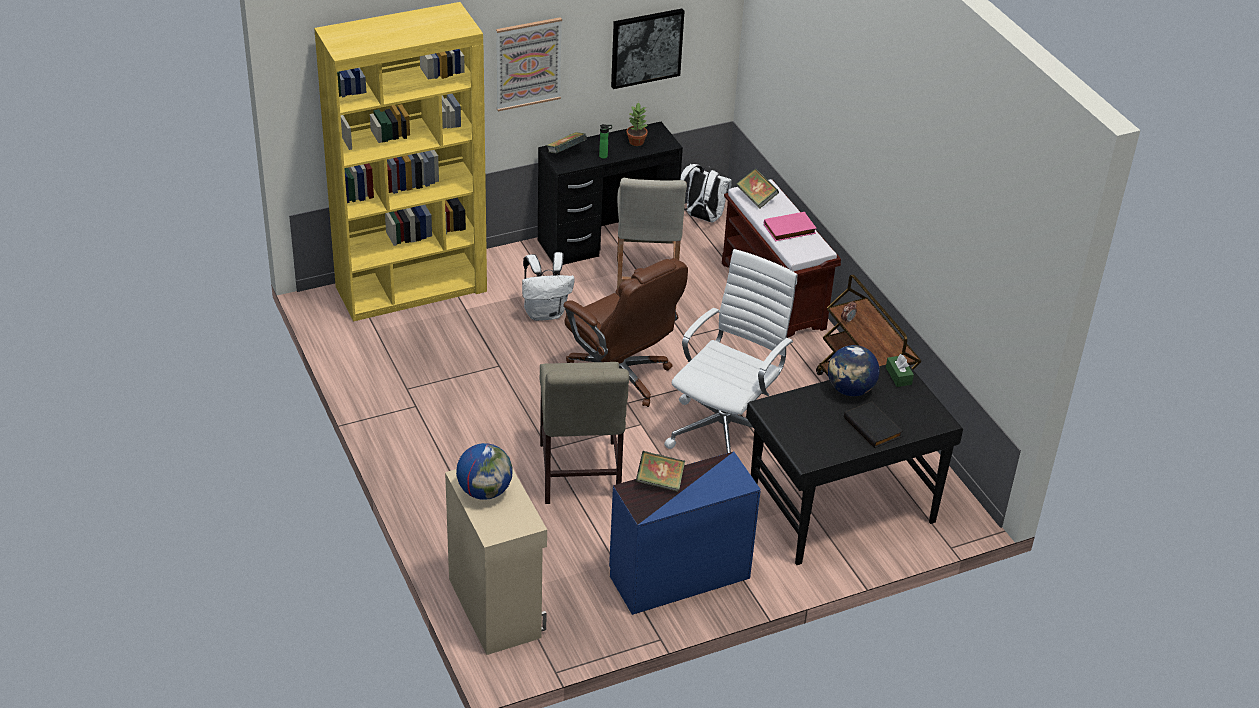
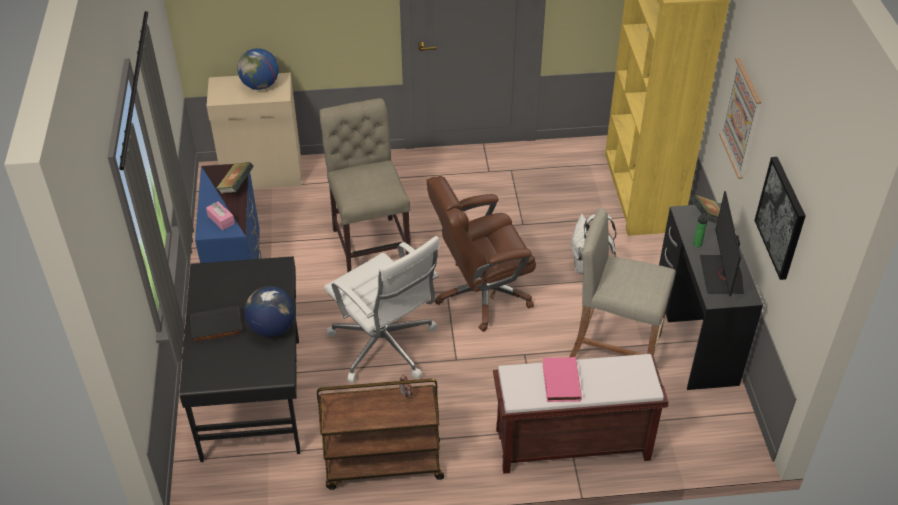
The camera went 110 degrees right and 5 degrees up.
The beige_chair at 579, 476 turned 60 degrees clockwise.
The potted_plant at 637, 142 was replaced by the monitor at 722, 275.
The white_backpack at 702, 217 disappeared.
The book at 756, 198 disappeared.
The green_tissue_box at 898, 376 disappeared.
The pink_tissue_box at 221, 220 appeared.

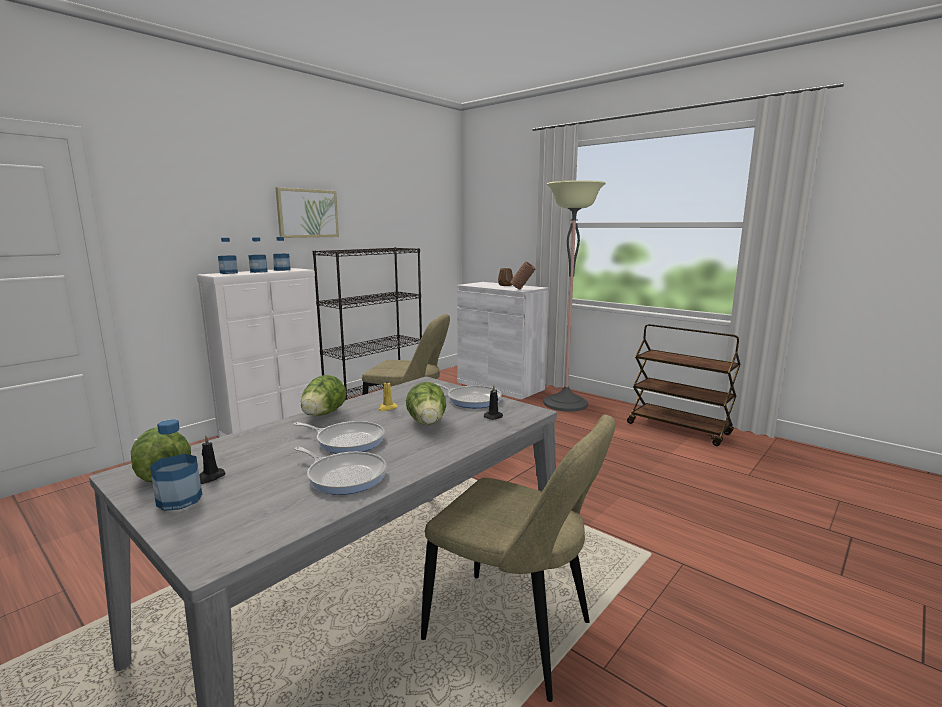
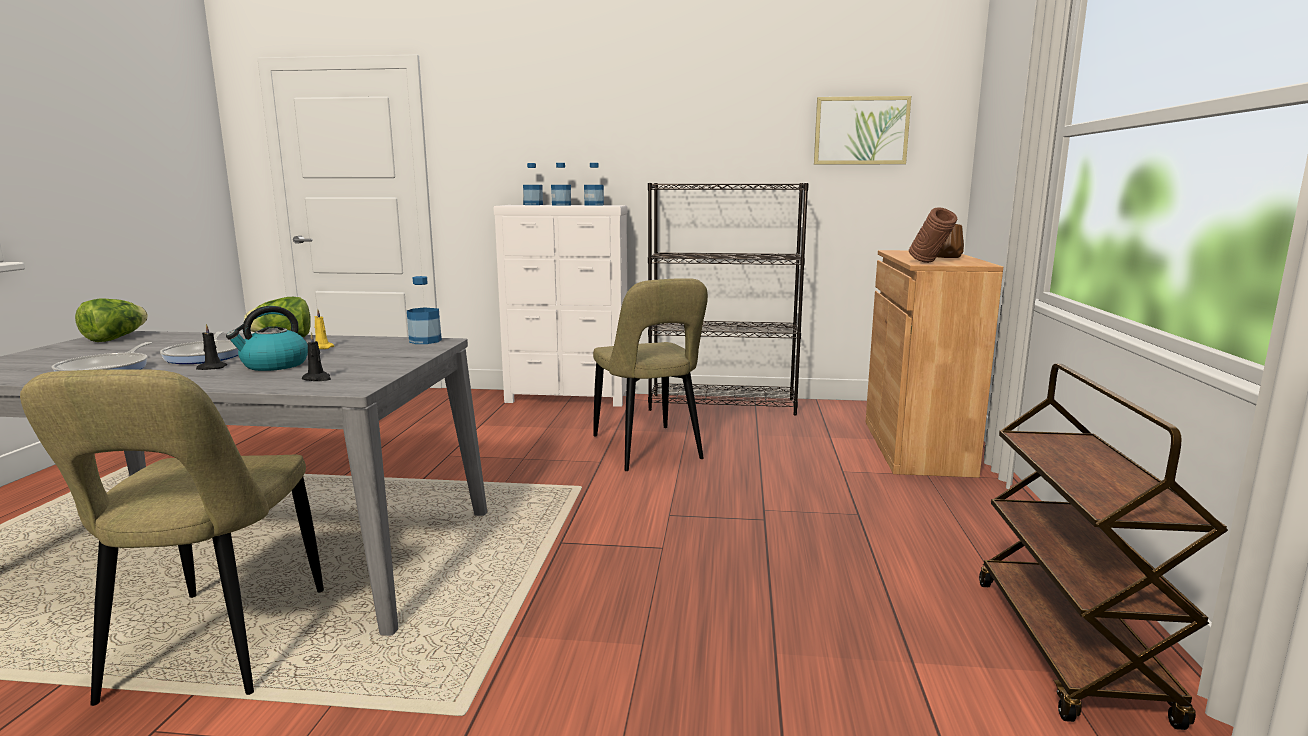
The camera went 55 degrees right and 0 degrees up.
The bottle moved from 179, 500 to 425, 341.
The black_candle moved from 210, 477 to 211, 368.
The picture moved from 307, 213 to 861, 131.
The lettuce at 427, 424 was replaced by the kettle at 274, 365.
The frying_pan at 471, 399 disappeared.
The white_cabinet at 500, 386 became the brown_cabinet at 916, 447.
The floor_lamp at 565, 403 disappeared.

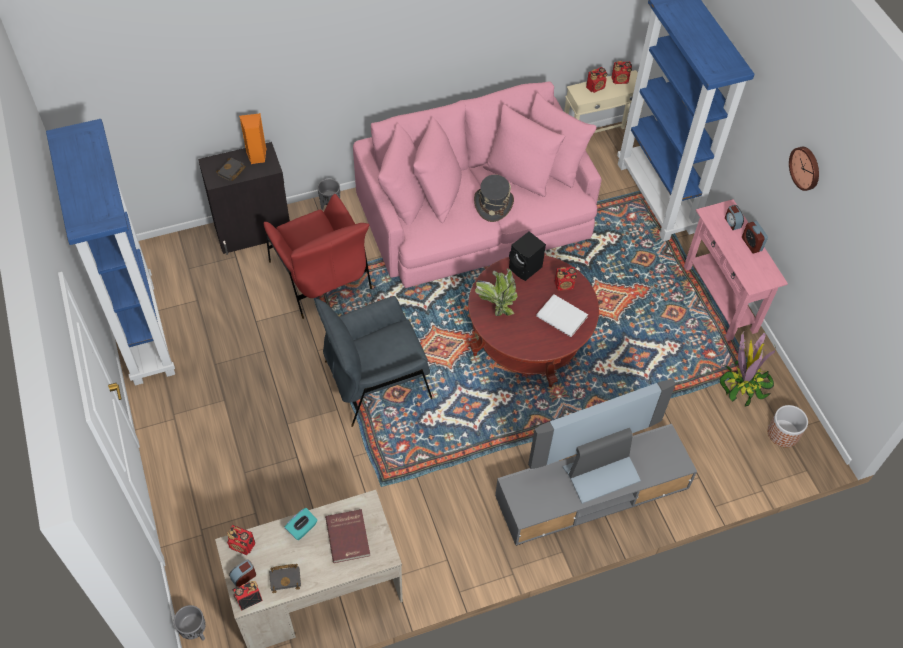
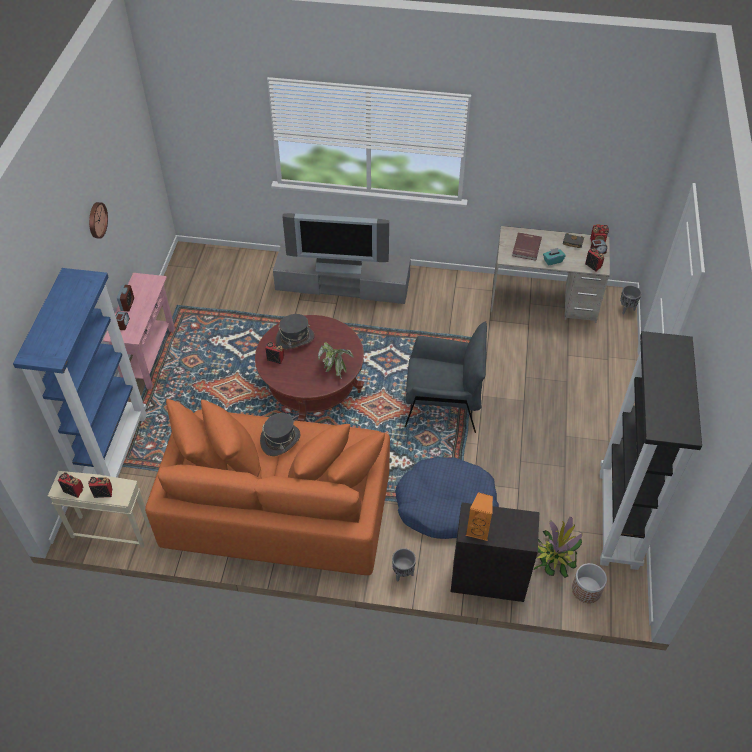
The camera went 150 degrees left and 5 degrees down.
The blue_bookcase at 142, 331 became the black_bookcase at 619, 519.
The black_book at 231, 172 disappeared.
The red_armchair at 320, 276 was replaced by the blue_dog_bed at 446, 505.
The pink_sofa at 476, 216 became the orange_sofa at 278, 505.
The black_speaker at 526, 268 disappeared.
The white_book at 562, 316 was replaced by the grey_hat at 295, 339.
The potted_plant moved from 743, 383 to 554, 556.
The planter moved from 783, 433 to 586, 589.

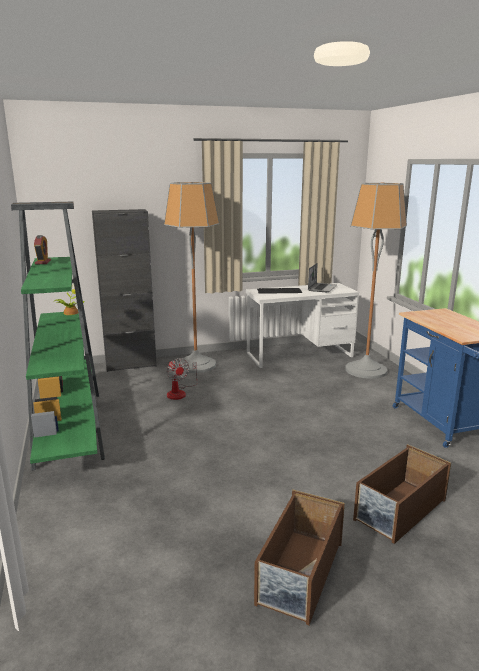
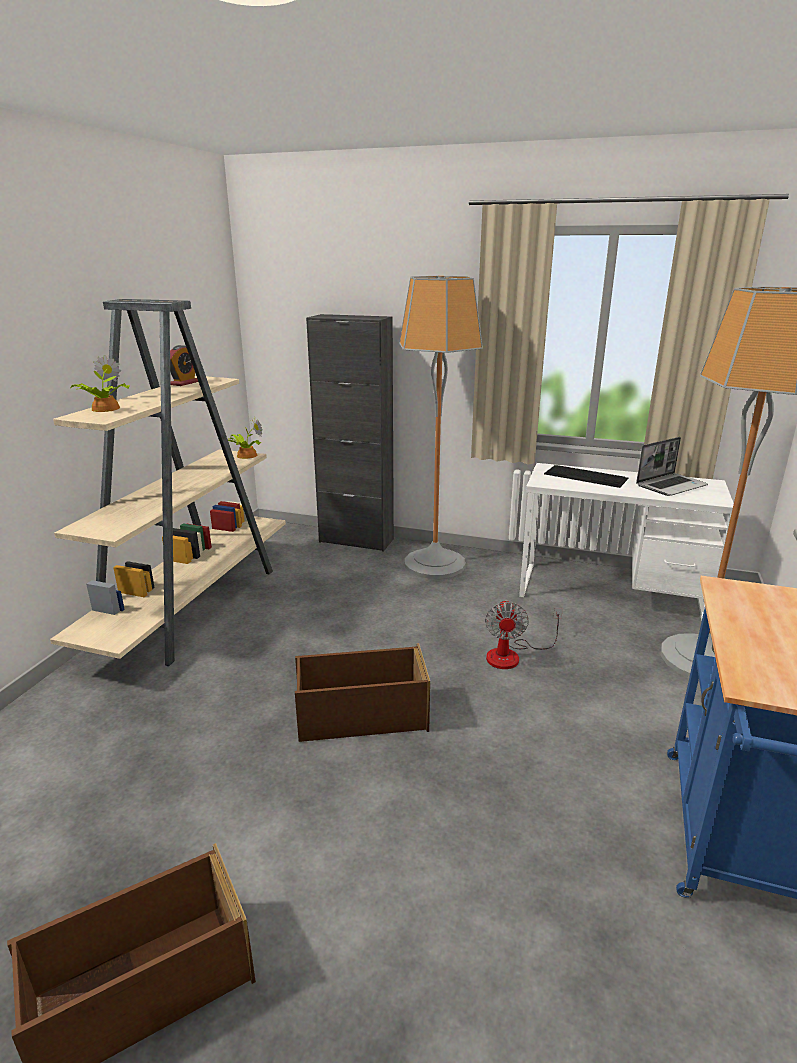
The camera went 35 degrees right and 5 degrees up.
The green_bookcase at 69, 426 became the beige_bookcase at 193, 605.
The fan moved from 180, 392 to 512, 655.
The brown_storage_box moved from 399, 510 to 360, 716.
The potted_plant at 104, 409 appeared.

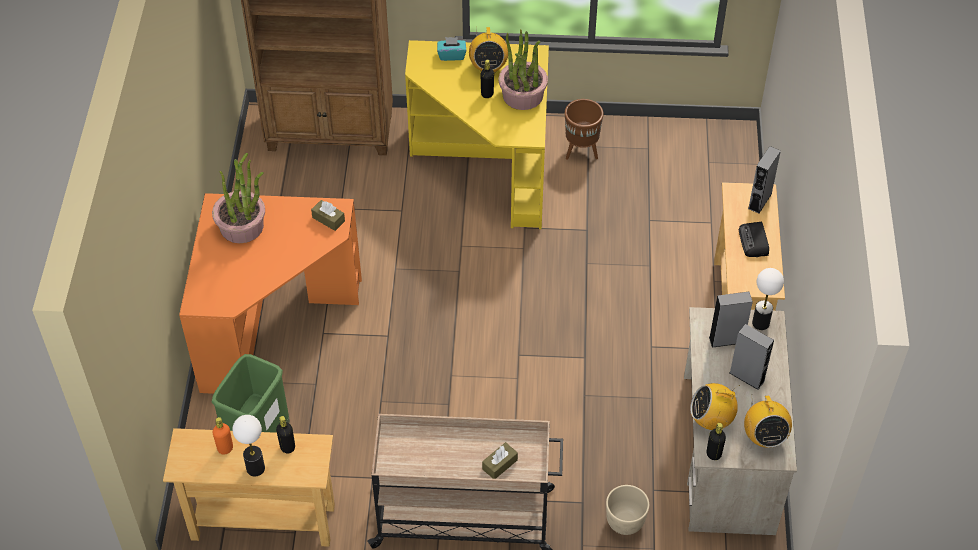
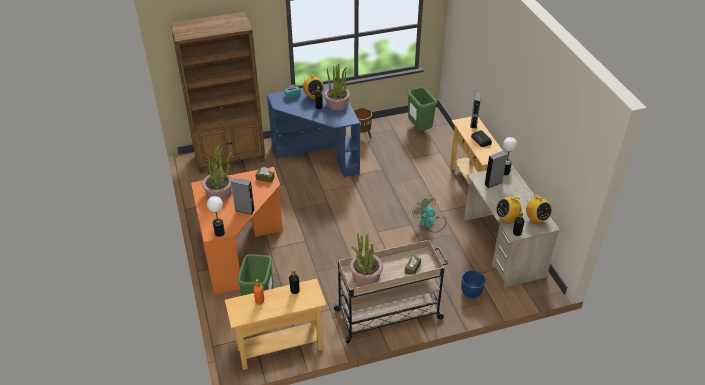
The camera went 20 degrees left and 10 degrees down.
The table_lamp moved from 255, 468 to 219, 233.
The yellow_desk at 486, 167 became the blue_desk at 318, 155.
The beige_planter at 625, 522 became the blue_planter at 471, 292.
The grey_speaker moved from 747, 377 to 244, 210.
The potted_plant at 365, 276 appeared.
The green_trash_can at 419, 129 appeared.
The fan at 430, 222 appeared.

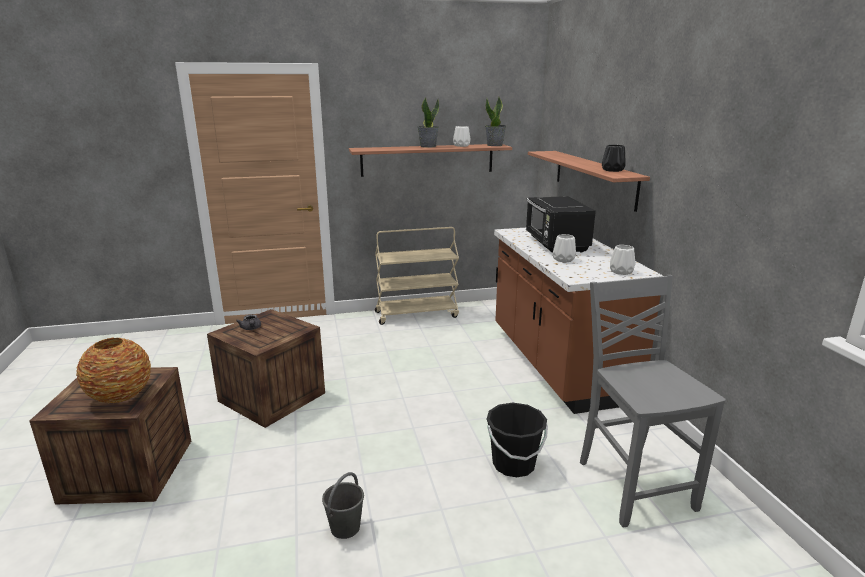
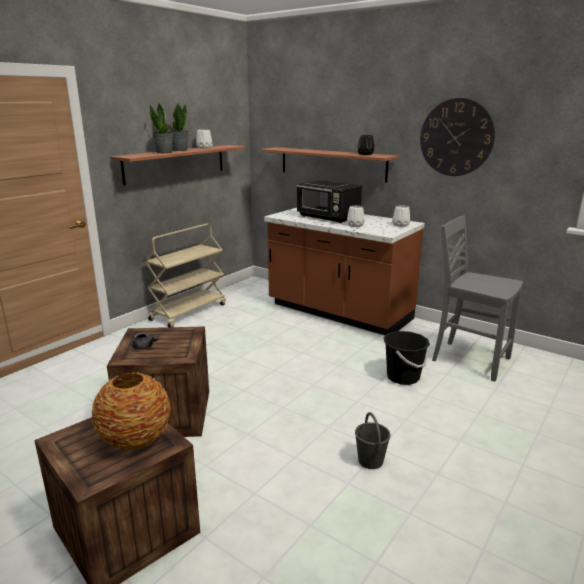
The camera went 40 degrees left and 0 degrees up.
The potted_plant moved from 495, 145 to 164, 152.
The wall_clock at 456, 137 appeared.

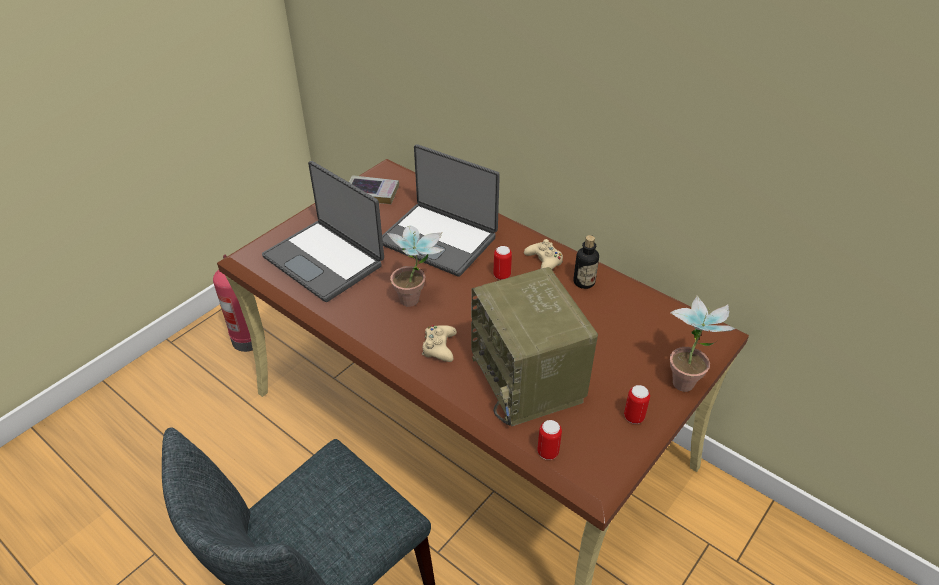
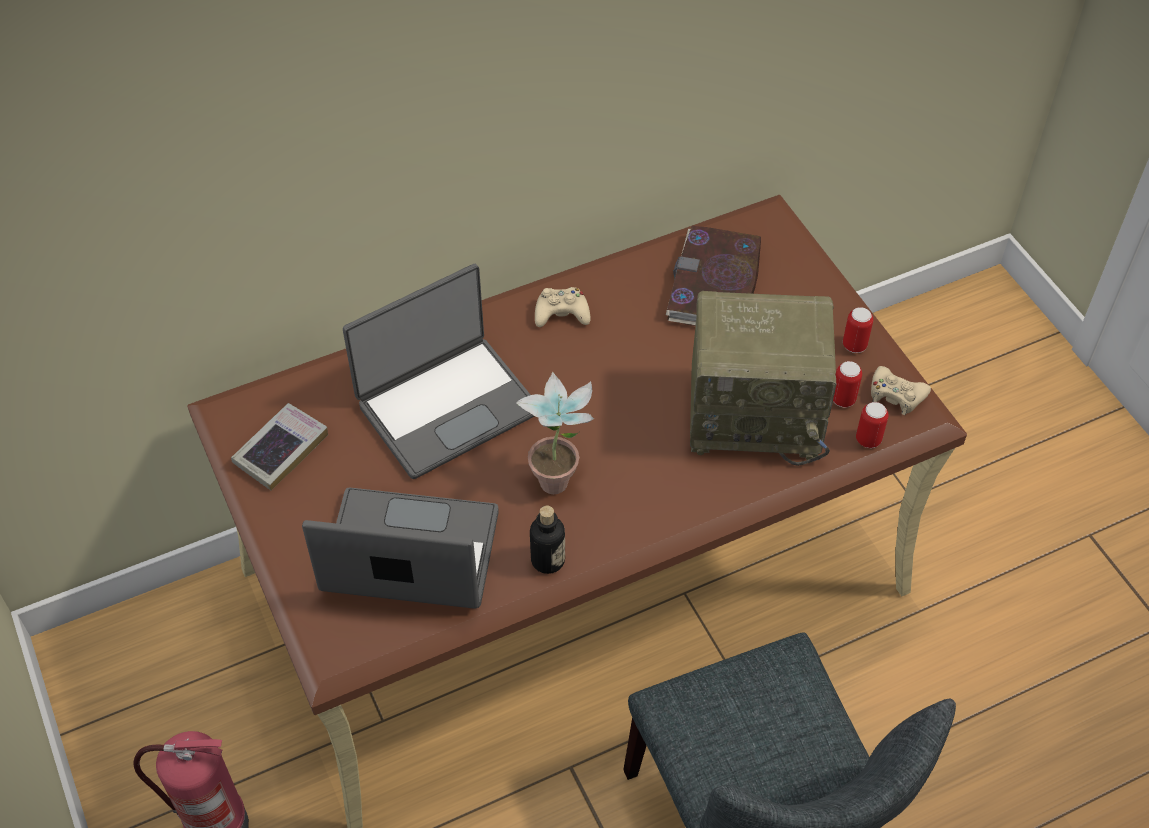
The camera went 65 degrees left and 10 degrees up.
The laptop at 325, 260 turned 150 degrees counterclockwise.
The beige_game_controller moved from 439, 347 to 896, 395.
The can moved from 502, 275 to 843, 399.
The bottle moved from 584, 282 to 548, 560.
The potted_plant at 686, 378 disappeared.
The book at 715, 284 appeared.

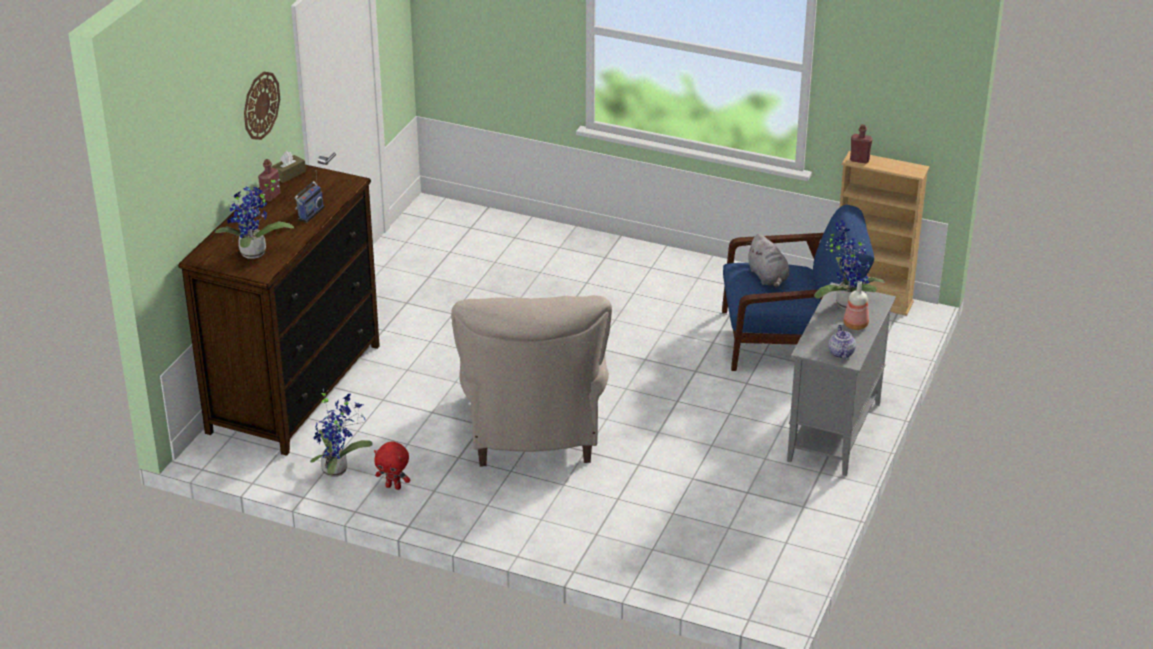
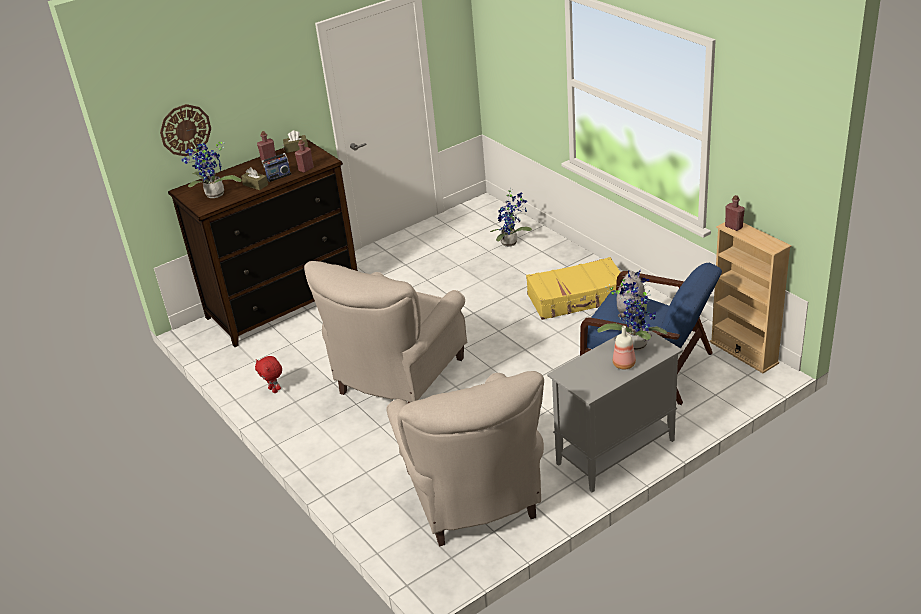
The camera went 35 degrees right and 0 degrees up.
The wall_clock moved from 260, 105 to 185, 130.
The potted_plant moved from 338, 469 to 511, 243.
The teapot at 840, 353 disappeared.
The brown_tissue_box at 255, 185 appeared.
The red_bottle at 306, 169 appeared.
The beige_armchair at 472, 498 appeared.
The yellow_suitcase at 577, 298 appeared.

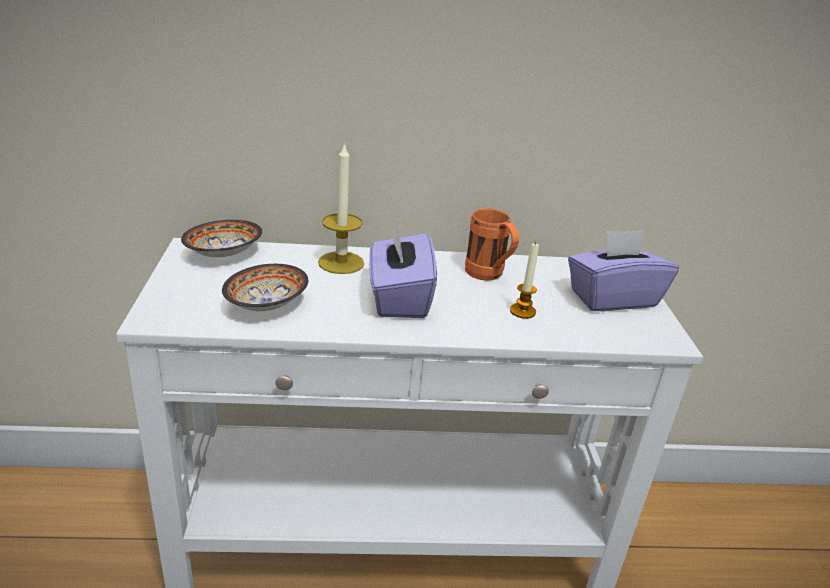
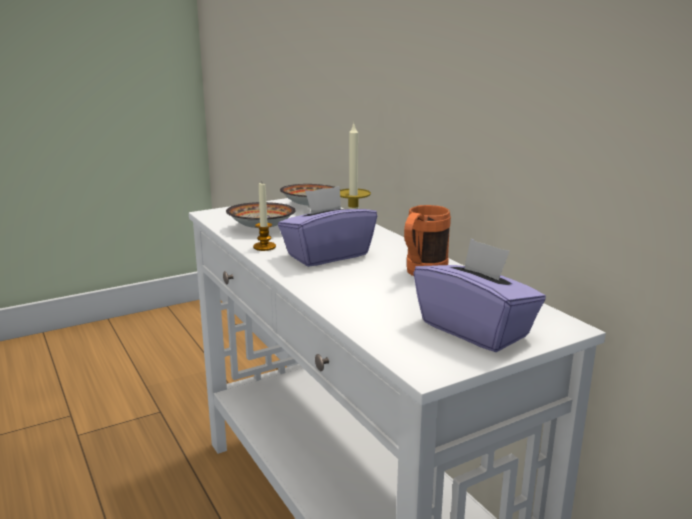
The camera went 65 degrees right and 10 degrees down.
The candle moved from 522, 311 to 264, 247.

